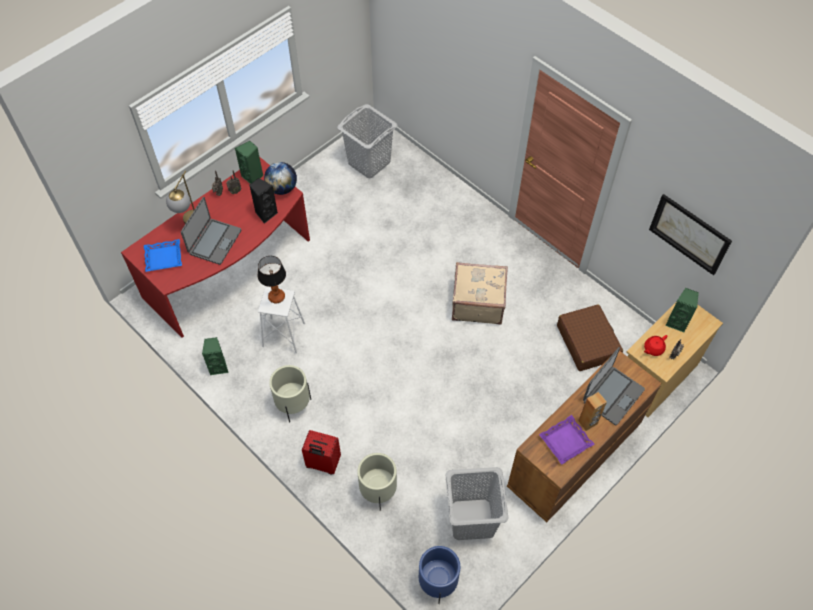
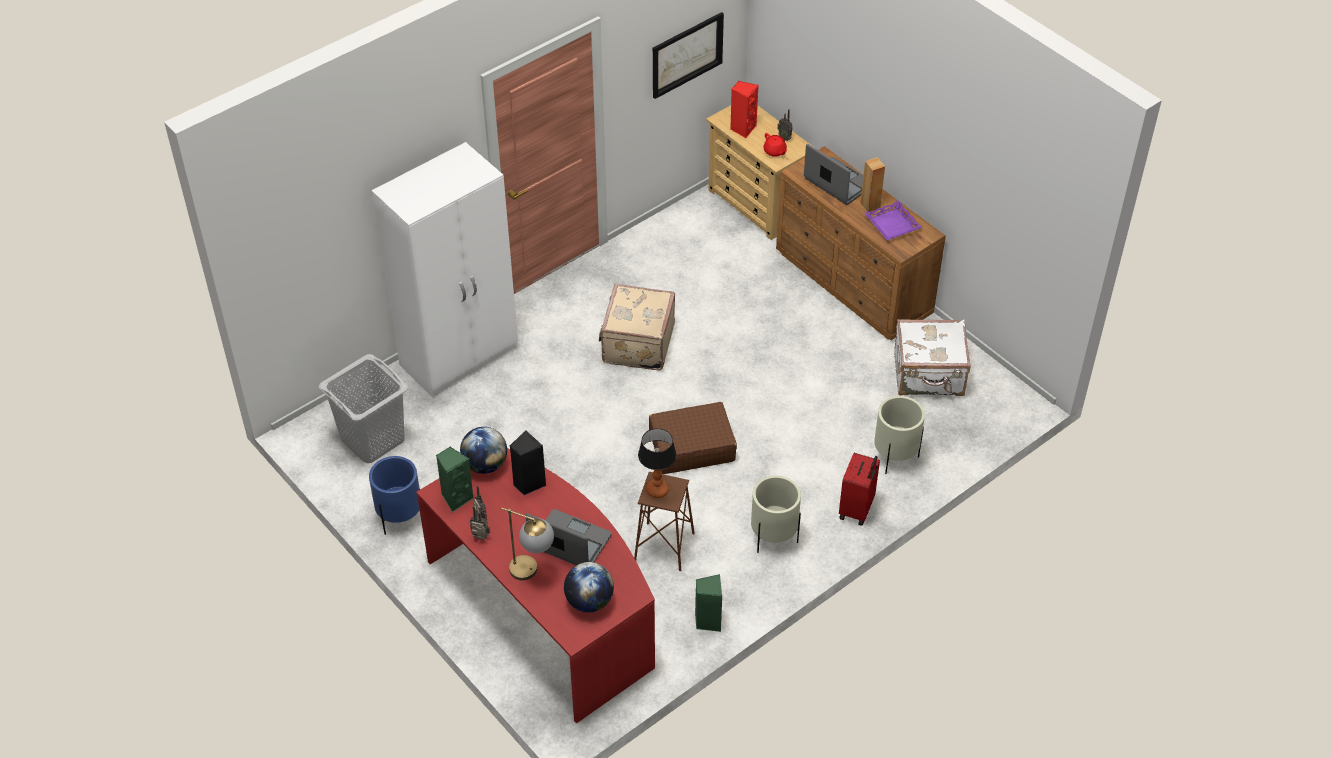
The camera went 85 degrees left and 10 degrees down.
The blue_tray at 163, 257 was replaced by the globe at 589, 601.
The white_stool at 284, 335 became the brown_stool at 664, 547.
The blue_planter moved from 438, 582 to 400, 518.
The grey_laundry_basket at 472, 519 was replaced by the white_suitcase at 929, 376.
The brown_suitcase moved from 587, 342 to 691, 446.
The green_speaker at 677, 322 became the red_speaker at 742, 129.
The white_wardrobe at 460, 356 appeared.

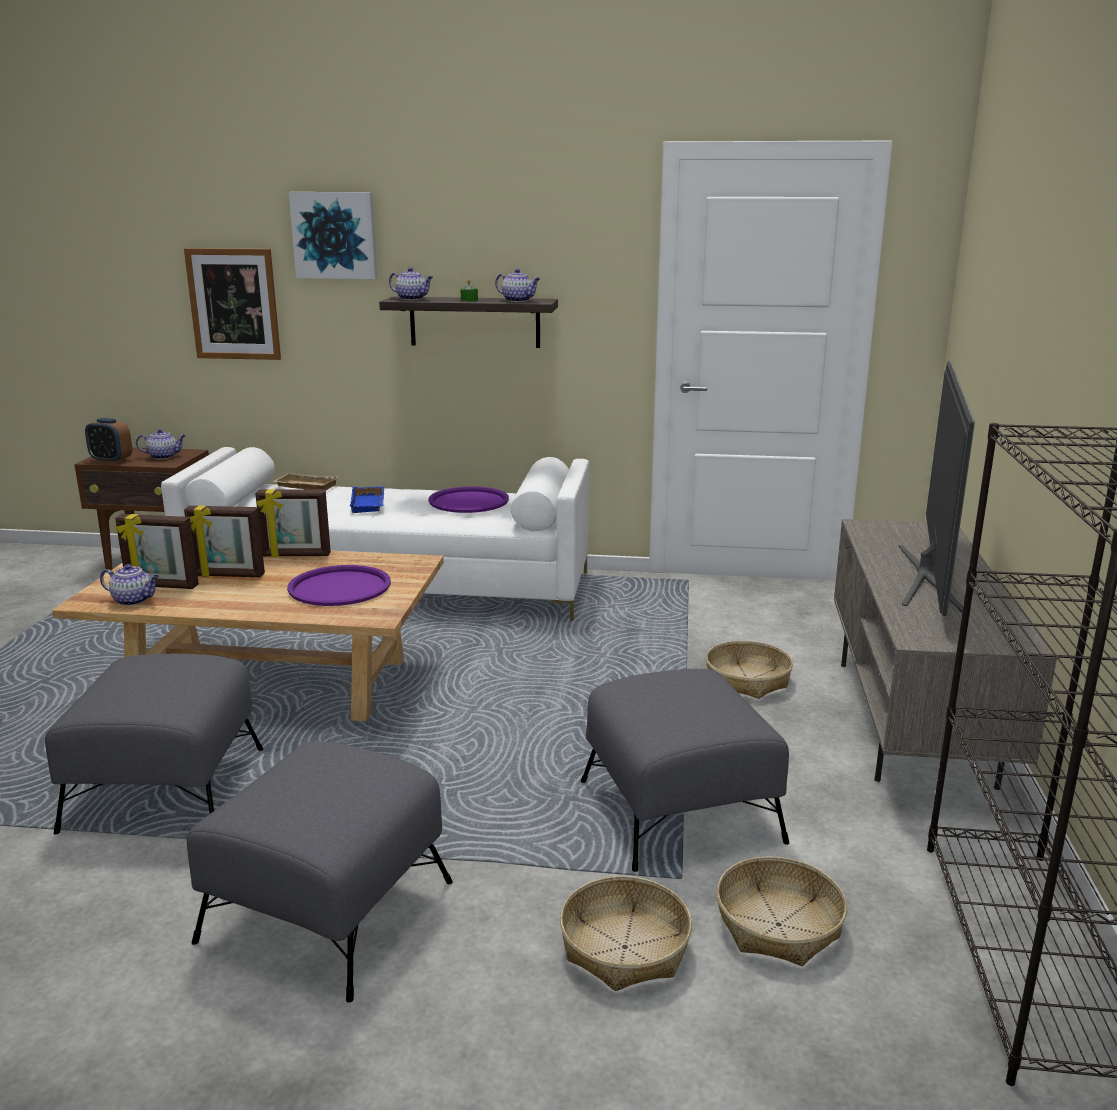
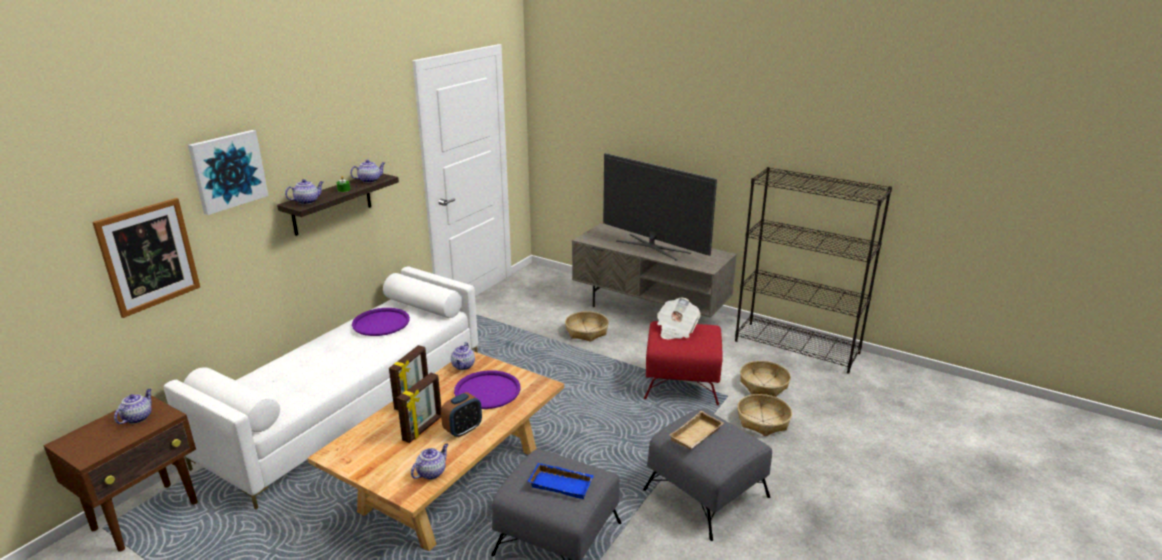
The camera went 65 degrees left and 5 degrees up.
The alarm_clock moved from 111, 460 to 463, 430.
The picture_frame at 161, 586 disappeared.
The beige_tray moved from 305, 486 to 697, 435.
The blue_tray moved from 369, 504 to 562, 483.
The grey_ottoman at 679, 812 became the red_ottoman at 682, 382.
The teapot at 463, 366 appeared.
The newspaper at 676, 330 appeared.

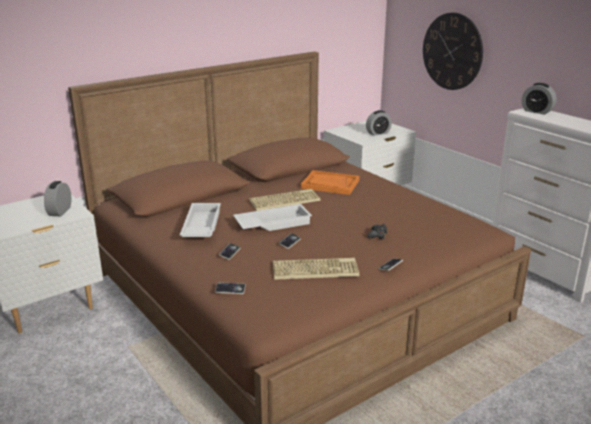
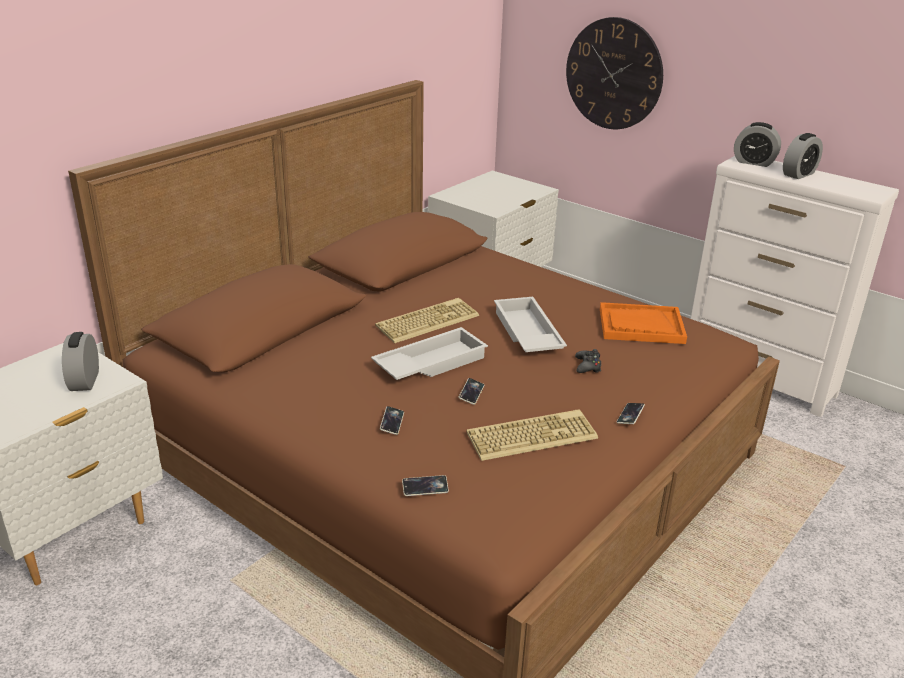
The camera went 15 degrees left and 5 degrees up.
The white_tray moved from 200, 226 to 526, 333.
The orange_tray moved from 330, 184 to 641, 326.
The alarm_clock moved from 378, 133 to 798, 174.

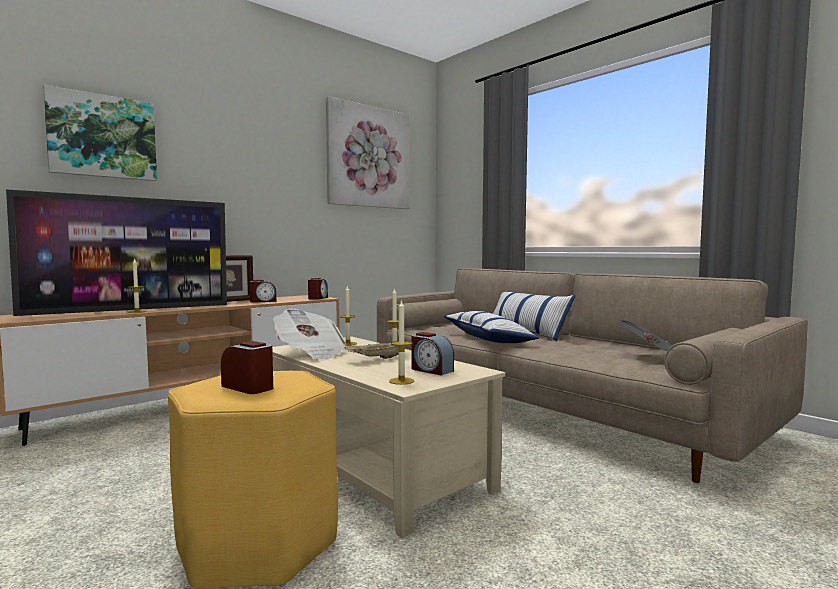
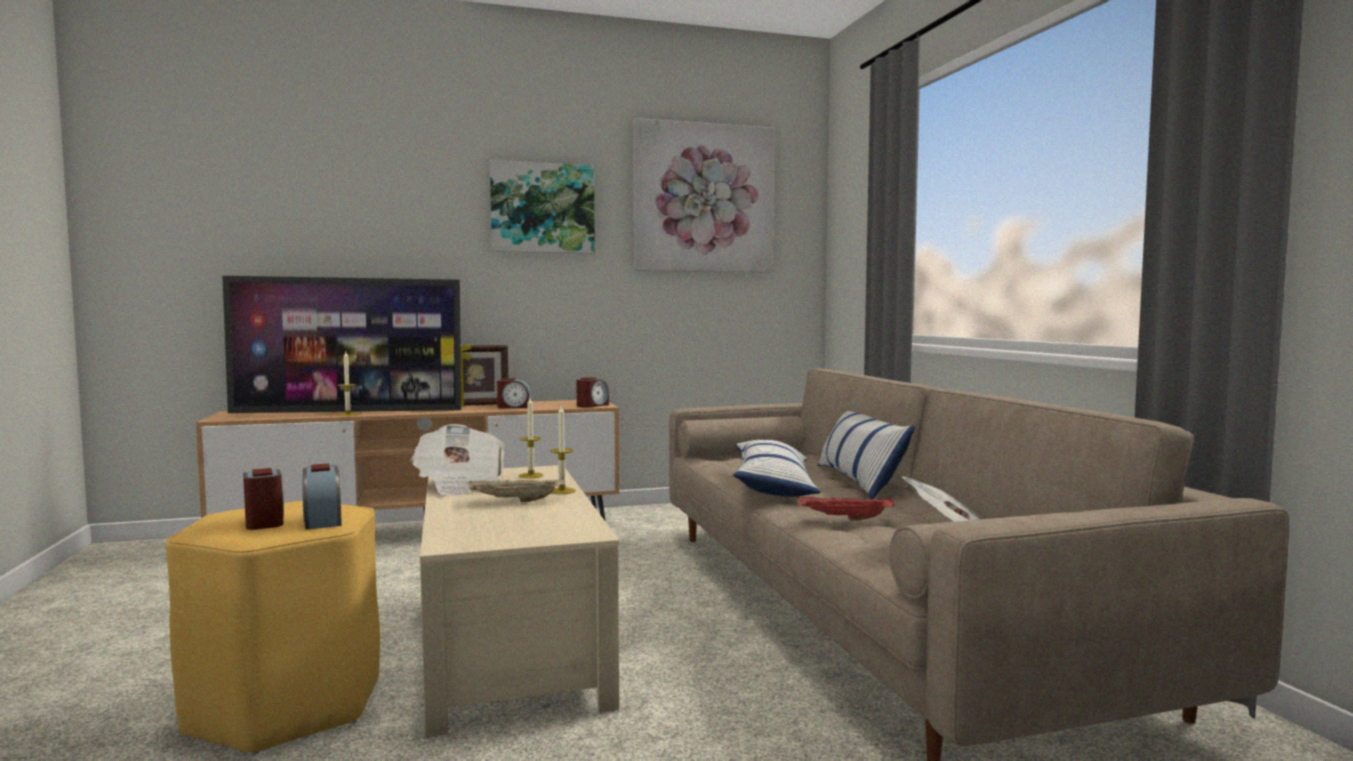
The camera went 25 degrees right and 0 degrees up.
The picture moved from 102, 136 to 542, 208.
The candle at 401, 381 disappeared.
The alarm_clock moved from 431, 370 to 322, 520.
The red_tray at 844, 519 appeared.

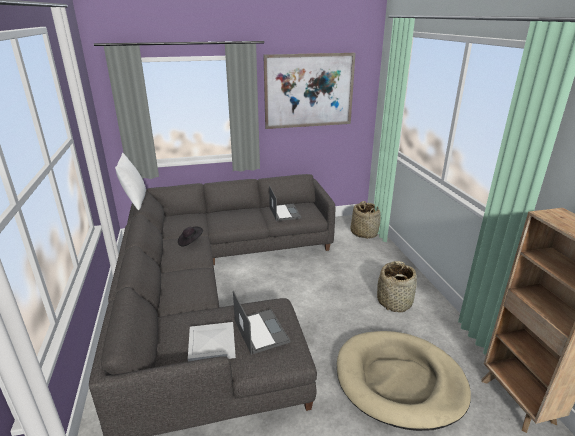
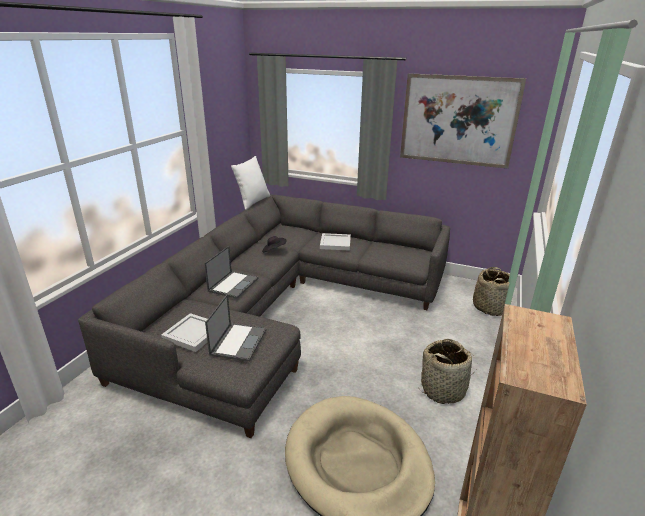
The camera went 35 degrees right and 0 degrees up.
The laptop moved from 284, 212 to 233, 284.
The white_tray at 335, 243 appeared.

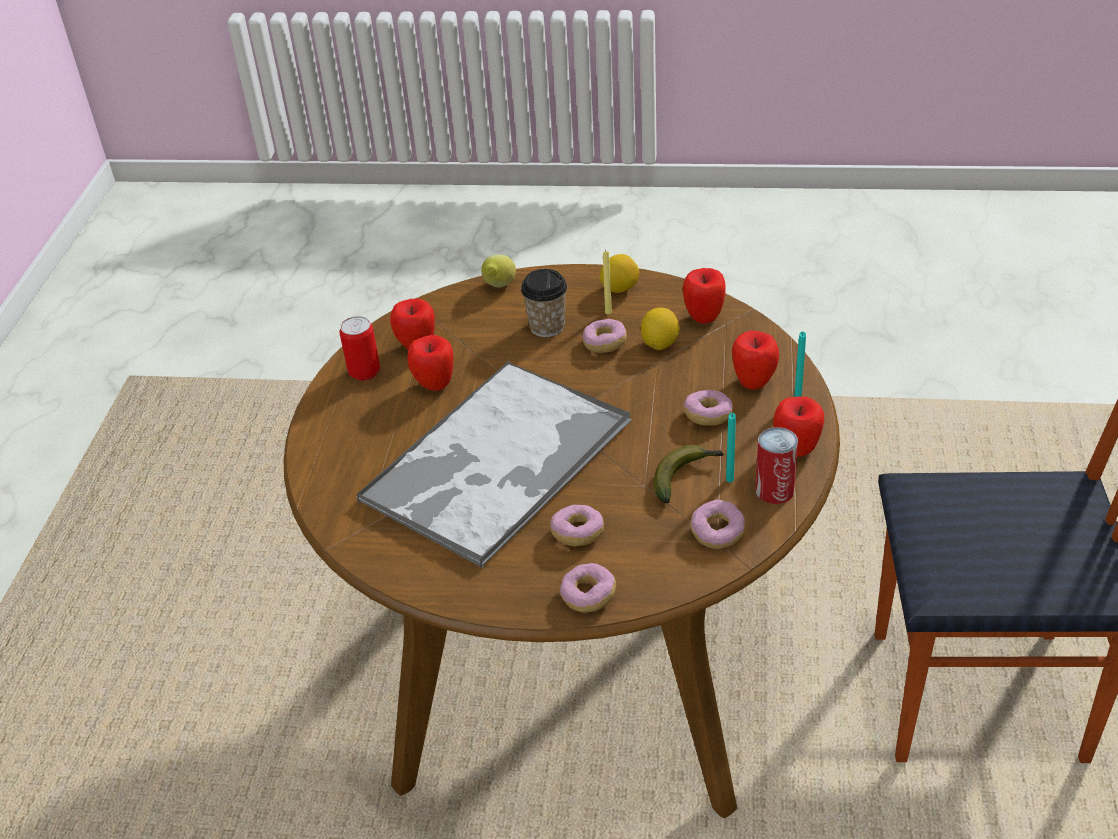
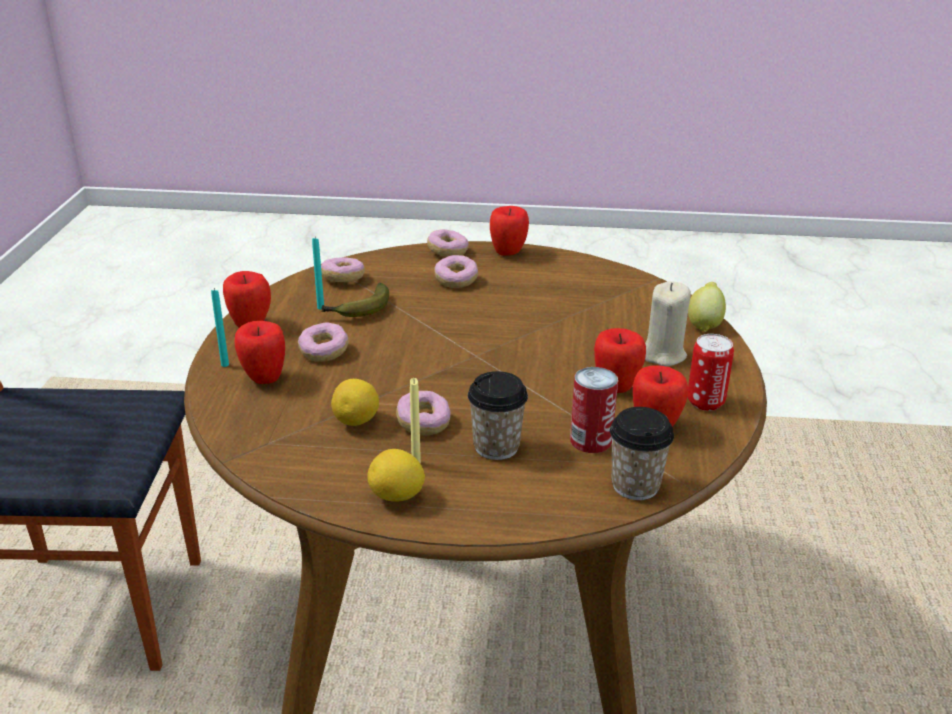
The camera went 175 degrees right and 10 degrees down.
The tray at 495, 463 disappeared.
The lemon moved from 499, 287 to 704, 324.
The apple moved from 704, 317 to 508, 253.
The can moved from 774, 490 to 590, 440.
The cup at 635, 485 appeared.
The beige_candle at 662, 354 appeared.

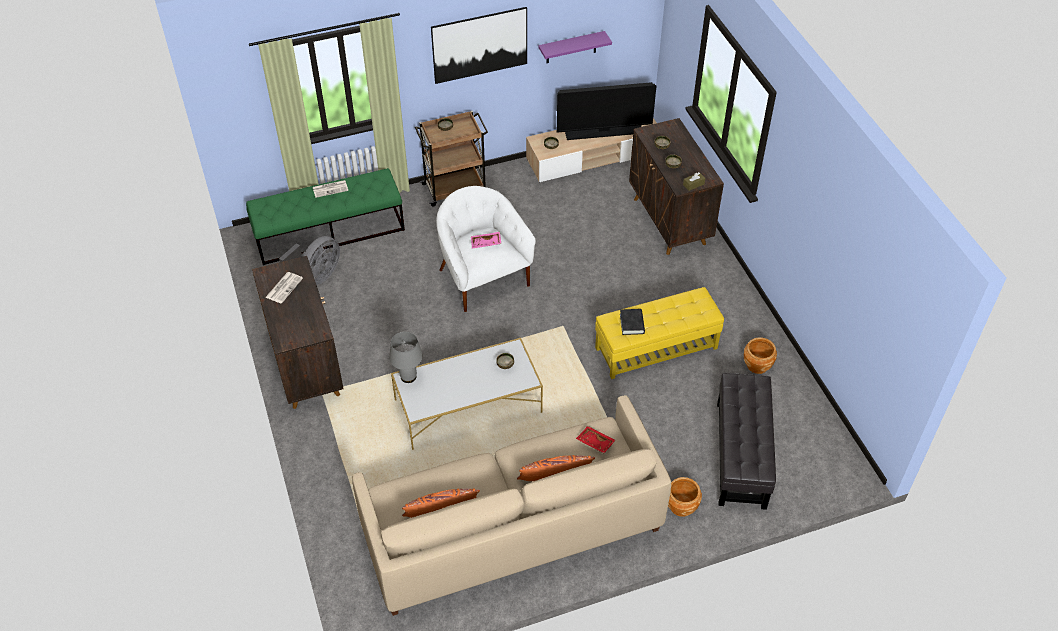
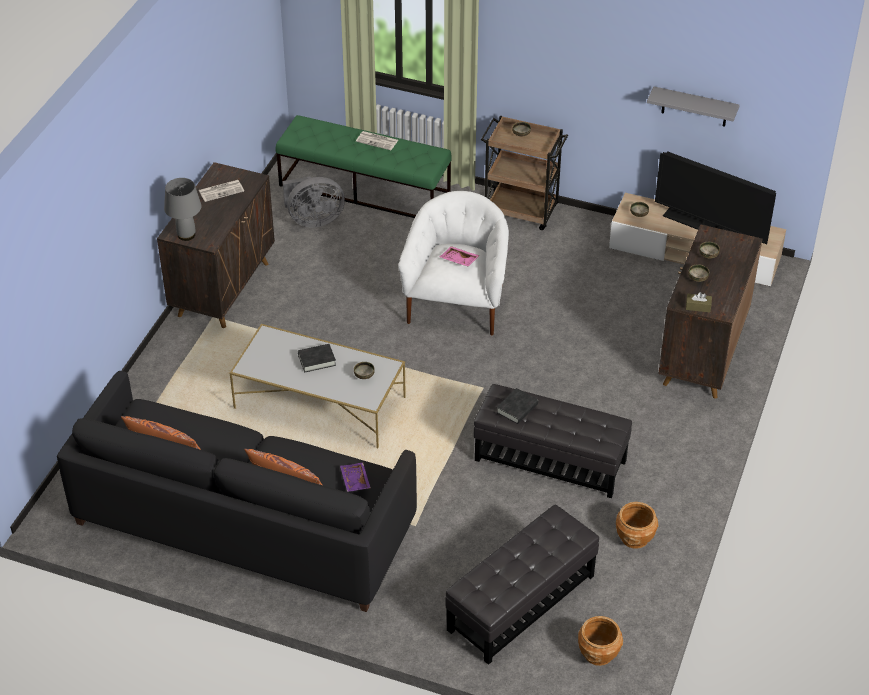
The camera went 40 degrees right and 5 degrees down.
The beige_sofa at 511, 528 became the black_sofa at 244, 523.
The grey_table_lamp moved from 408, 376 to 186, 235.
The picture at 480, 45 disappeared.
The purple_shelf at 571, 47 became the grey_shelf at 694, 107.
The red_tray at 595, 443 became the purple_tray at 354, 481.
The yellow_ottoman at 656, 347 became the black_ottoman at 550, 460.
The brown_planter moved from 681, 506 to 598, 653.
The black_book at 317, 360 appeared.

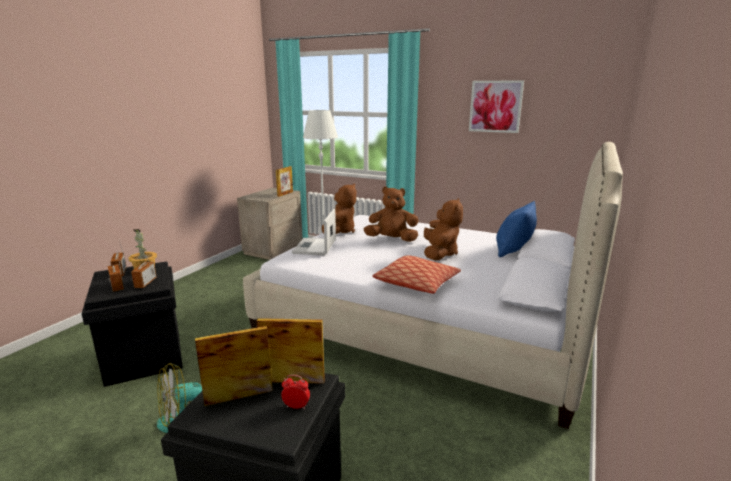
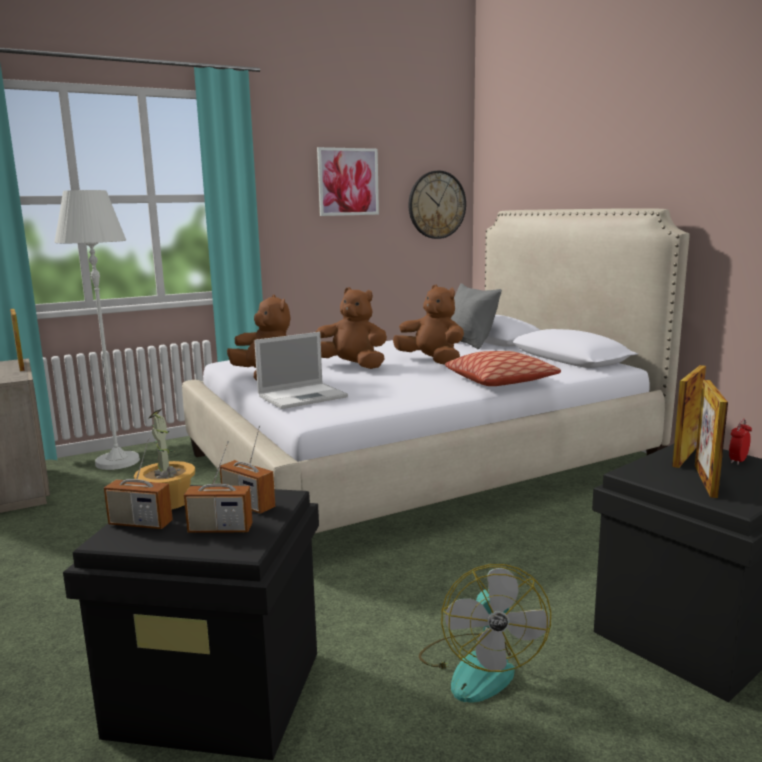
The camera went 55 degrees left and 5 degrees down.
The laptop at 314, 247 turned 75 degrees counterclockwise.
The brown_plush_toy at 392, 239 turned 75 degrees clockwise.
The blue_pillow at 513, 250 became the grey_pillow at 469, 343.
The wall_clock at 436, 205 appeared.

